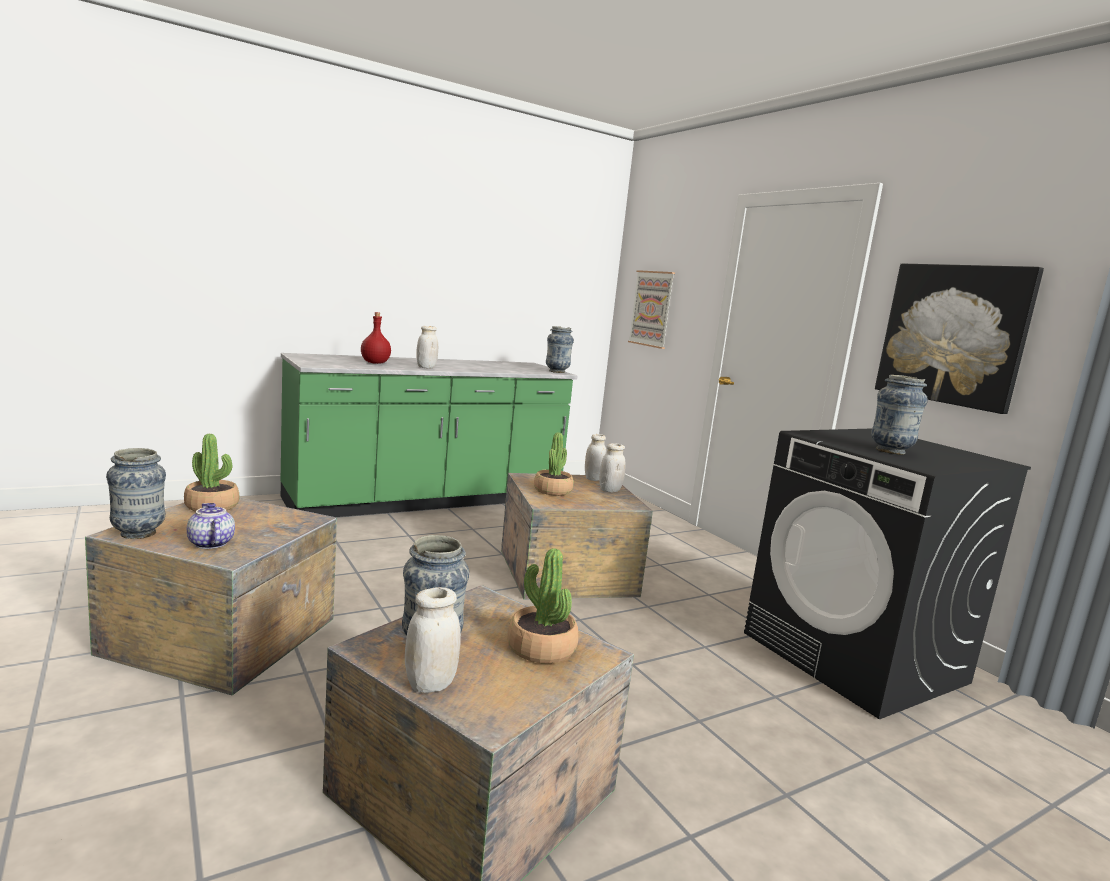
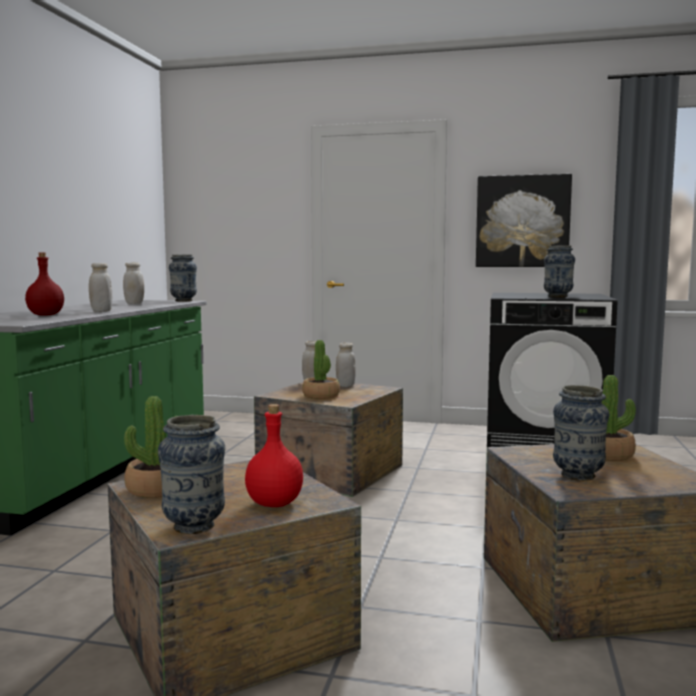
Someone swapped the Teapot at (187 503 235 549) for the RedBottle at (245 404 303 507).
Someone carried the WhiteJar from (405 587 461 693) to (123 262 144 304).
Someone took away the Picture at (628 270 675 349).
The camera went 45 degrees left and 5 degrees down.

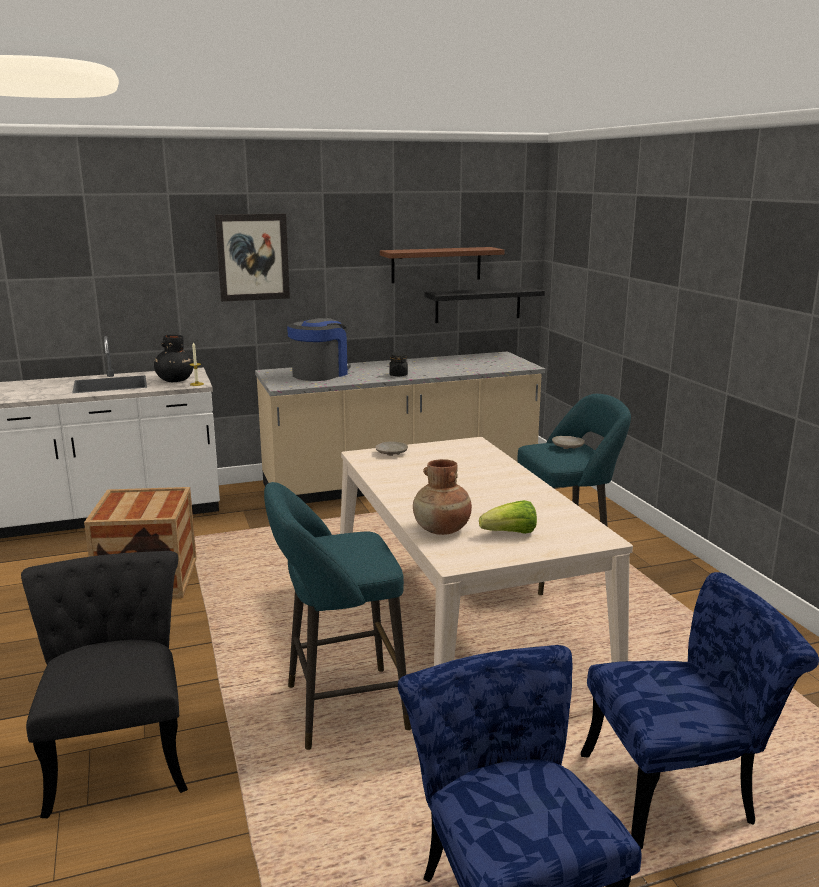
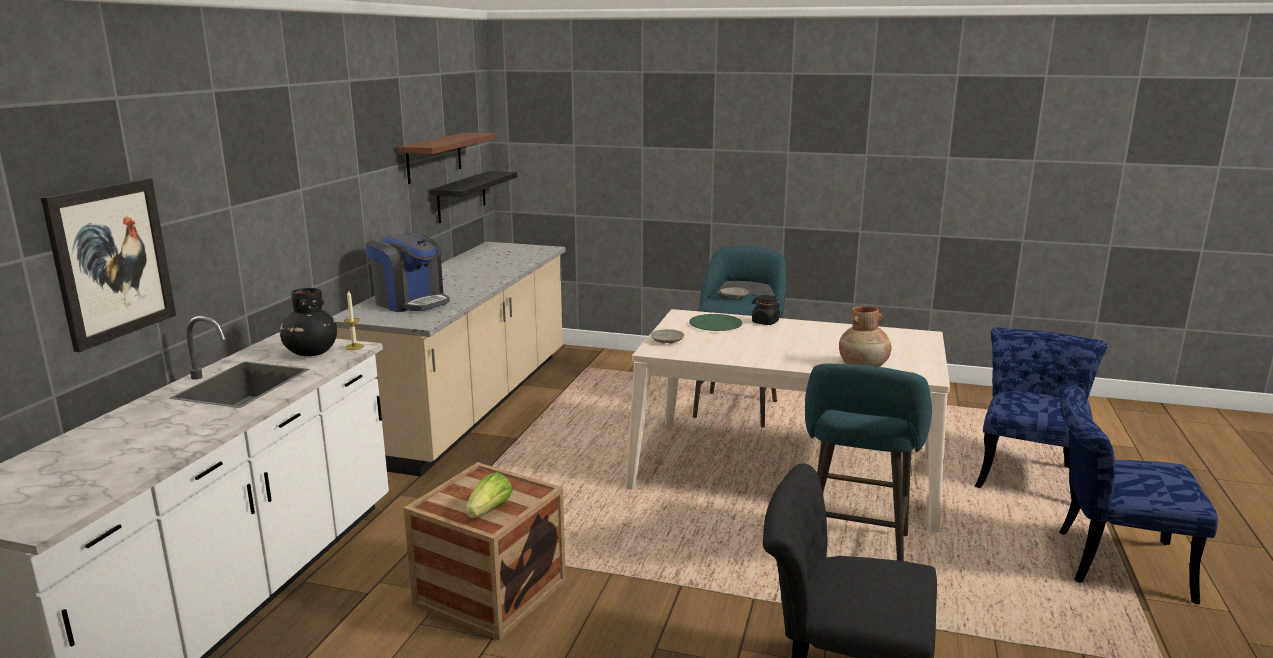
Someone carried the Picture from (215 213 290 302) to (41 178 176 352).
Someone rotated the CoffeeMachine at (287 318 351 381) by 150 degrees clockwise.
Someone carried the BlackJar from (389 352 408 376) to (752 295 780 325).
Someone carried the Lettuce from (479 500 537 534) to (466 472 512 518).
Someone put down the GreenPlate at (689 314 742 331).
The camera went 55 degrees left and 0 degrees up.

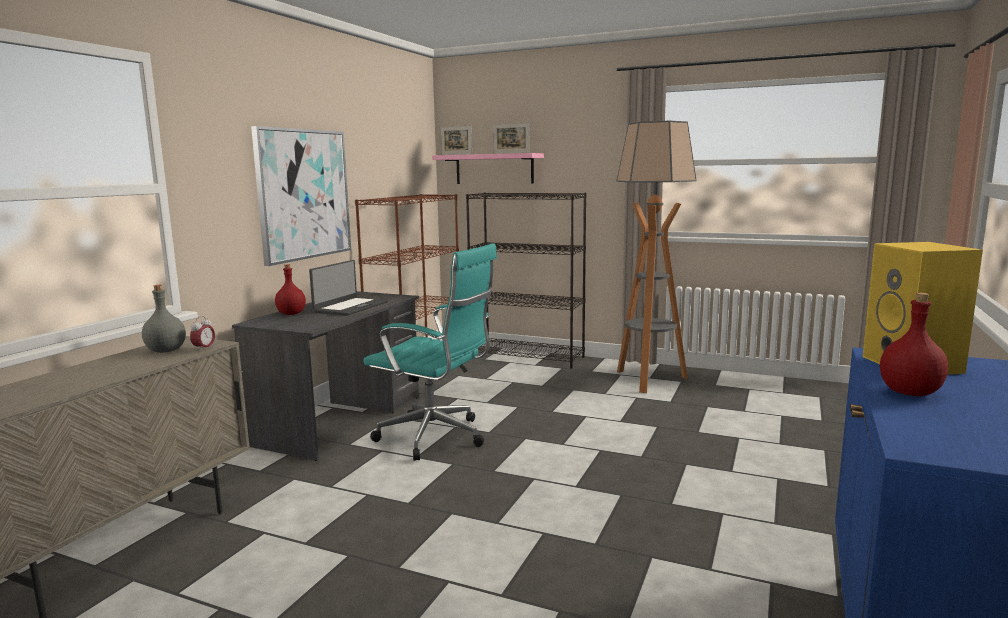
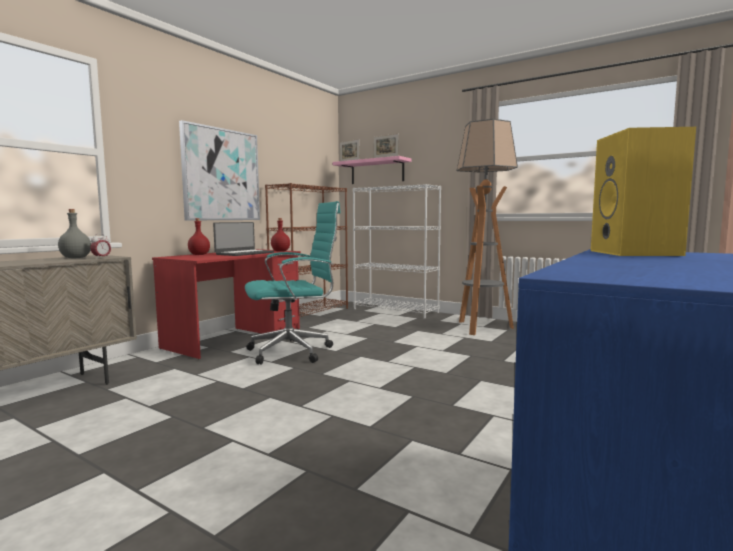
Someone repainted the GreyDesk at (232 291 419 461), which became the RedDesk at (152 249 301 359).
Someone rotated the TurquoiseOfficeChair at (363 243 497 461) by 60 degrees counterclockwise.
Someone repainted the BlackBookcase at (466 192 587 368), which became the WhiteBookcase at (353 184 441 319).
Someone carried the RedBottle from (880 293 948 396) to (271 218 290 252).
The camera went 10 degrees right and 5 degrees down.

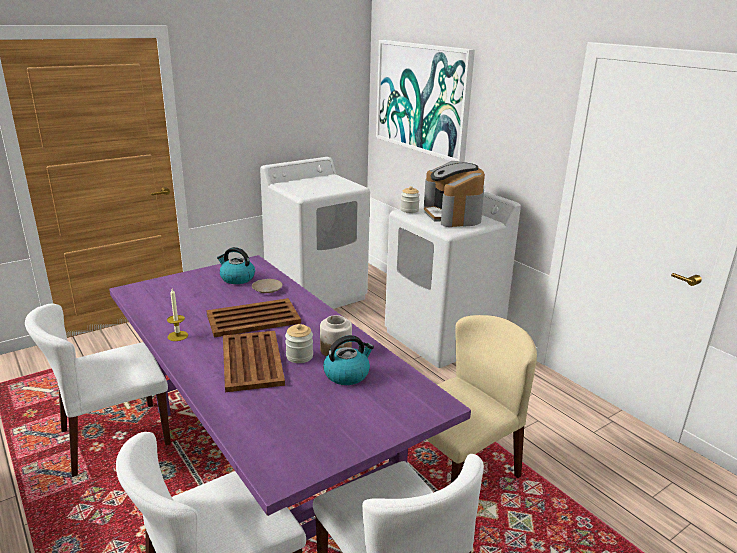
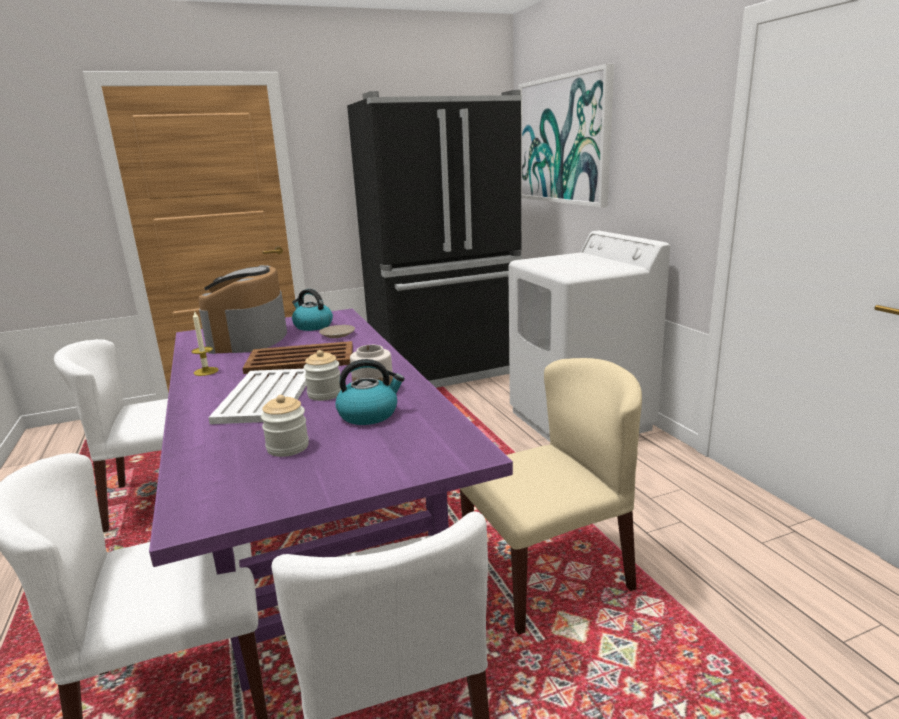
Someone repainted the BrownTray at (223 331 285 392), which became the WhiteTray at (208 369 306 424).
Someone swapped the WhiteWashingMachine at (260 157 370 309) for the BlackFridge at (347 90 522 388).
Someone carried the Jar from (401 186 420 213) to (261 395 309 457).
Someone carried the CoffeeMachine from (424 161 485 227) to (198 265 287 354).
The camera went 15 degrees right and 5 degrees down.

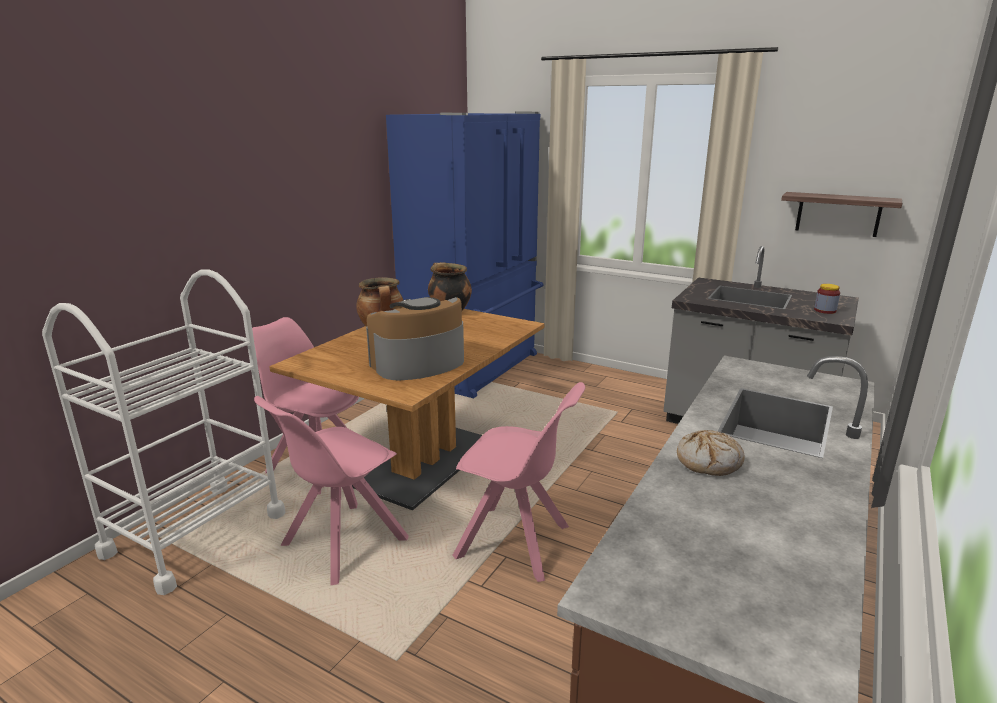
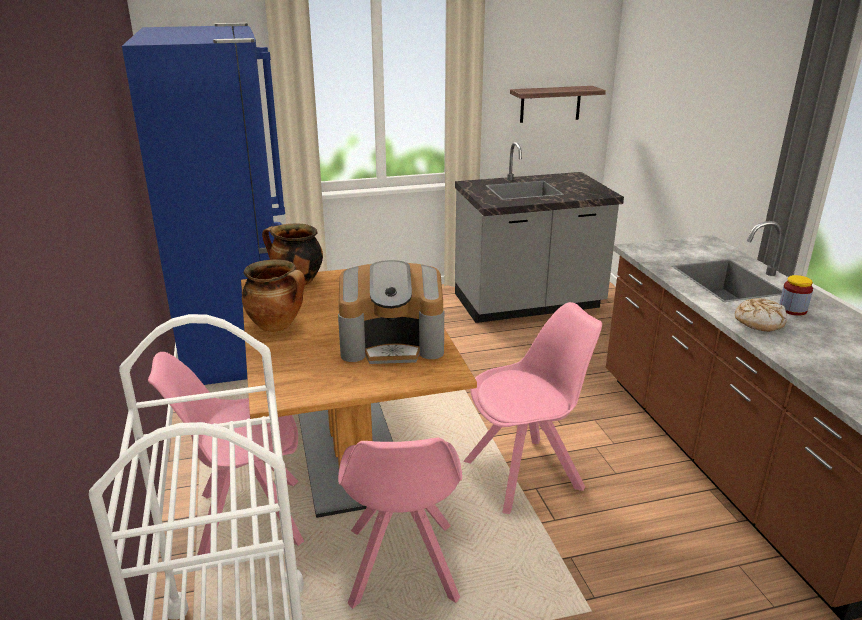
Someone rotated the CoffeeMachine at (366 297 464 381) by 105 degrees counterclockwise.
Someone carried the Jar from (814 284 840 314) to (779 275 813 315).
The camera went 45 degrees left and 5 degrees up.

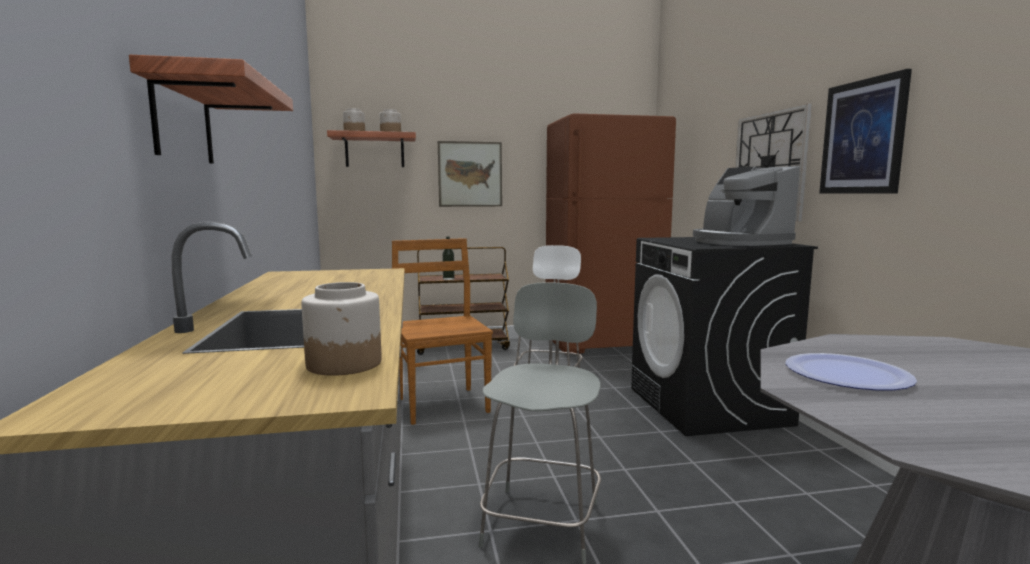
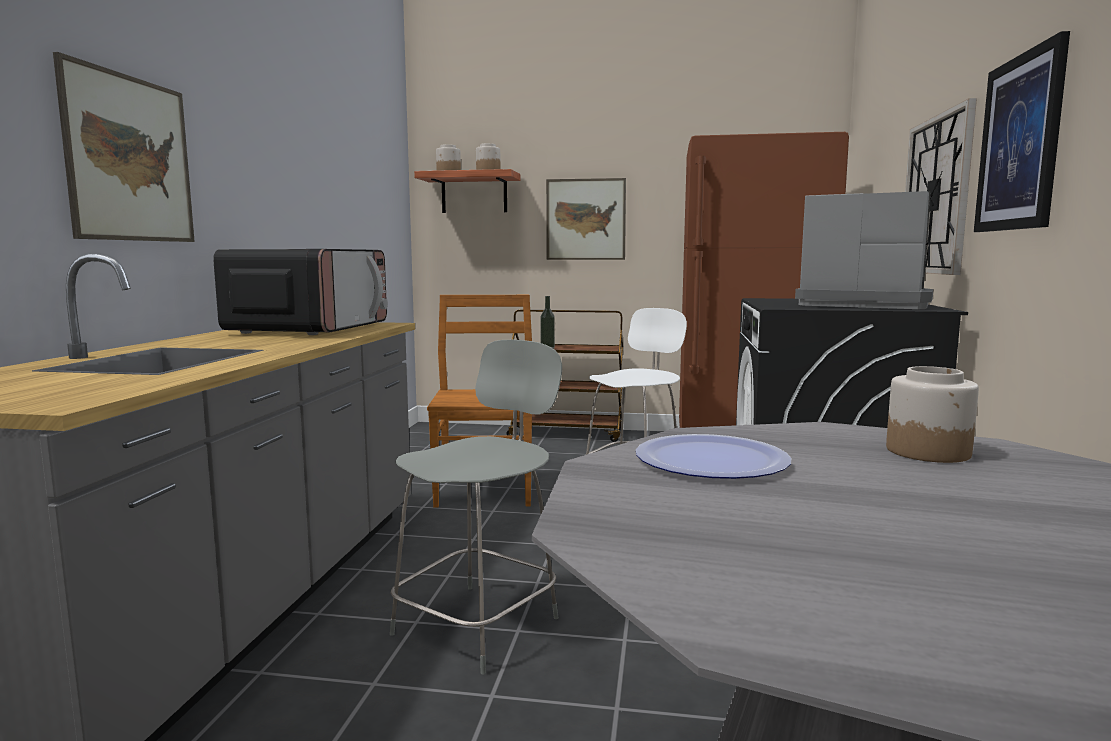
Someone swapped the Shelf at (129 55 293 163) for the Picture at (53 52 195 242).
Someone carried the Jar from (301 282 382 376) to (886 366 979 463).
Someone rotated the CoffeeMachine at (693 166 800 246) by 120 degrees clockwise.
Someone put down the Microwave at (213 249 388 335).
The camera went 20 degrees right and 0 degrees up.

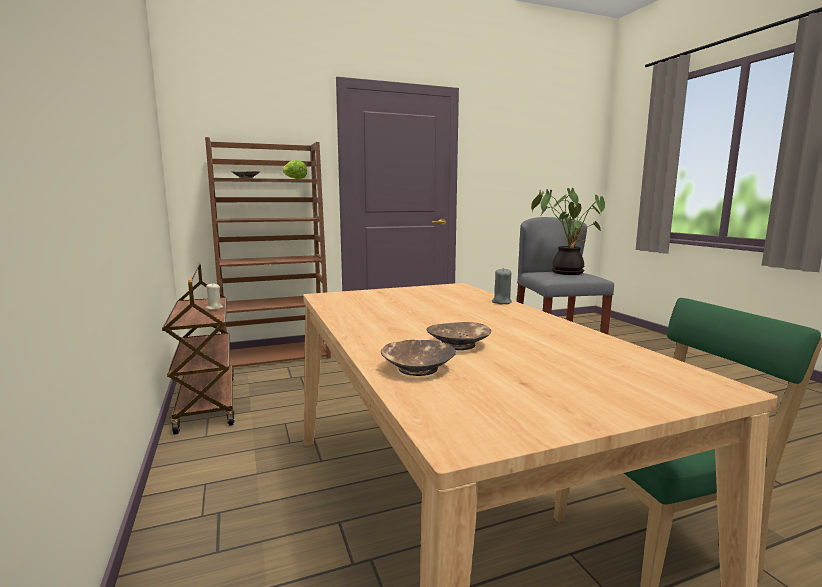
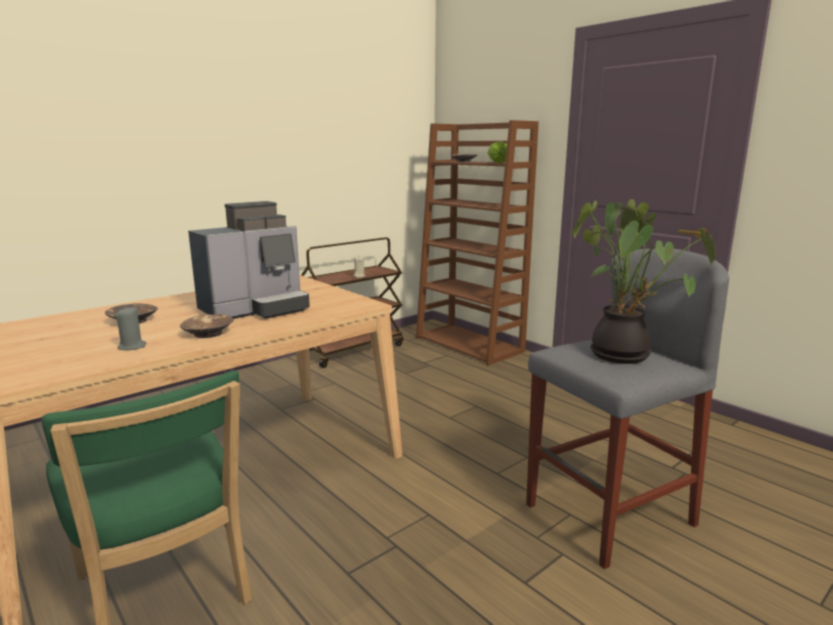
Someone carried the BrownBowl from (381 340 456 376) to (180 314 234 338).
Someone carried the GreyCandle from (492 268 512 304) to (115 307 147 350).
Someone put down the CoffeeMachine at (188 201 310 319).
The camera went 70 degrees right and 5 degrees up.

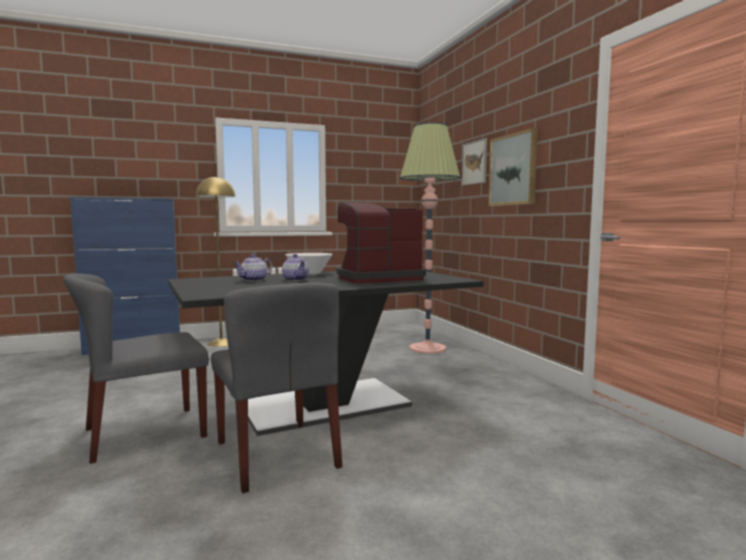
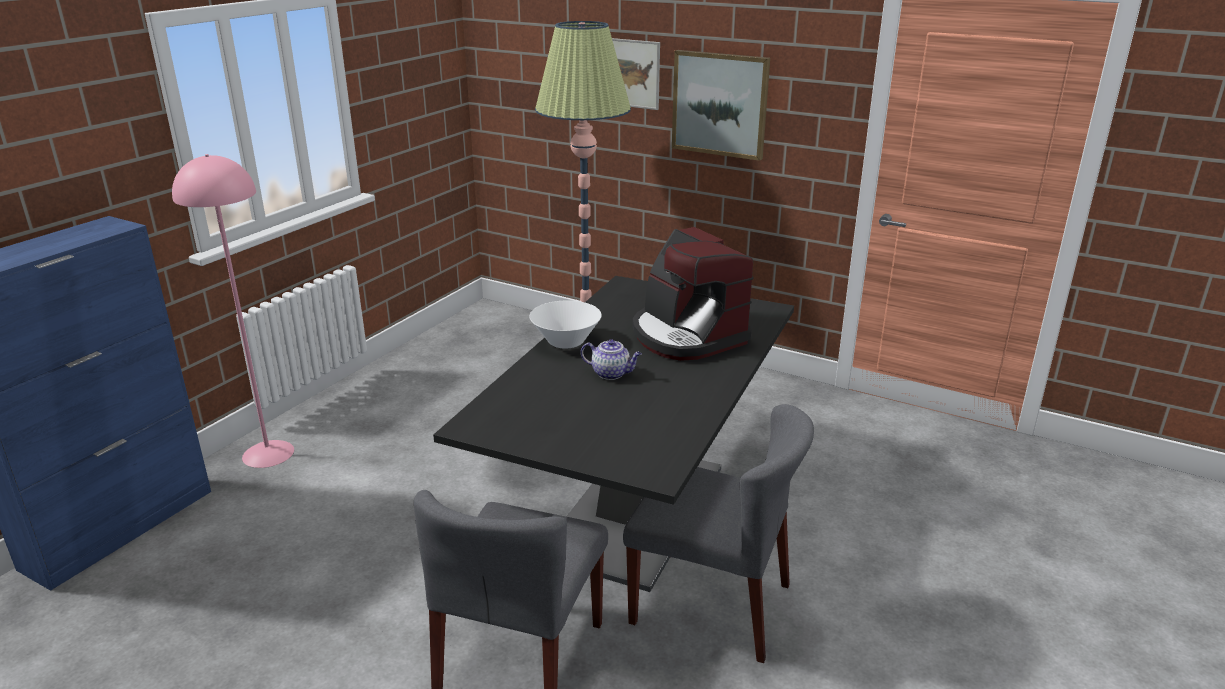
Someone repainted the YellowFloorLamp at (196 176 235 347), which became the PinkFloorLamp at (172 154 294 468).
Someone took away the Teapot at (233 254 273 281).
Someone rotated the CoffeeMachine at (336 202 426 284) by 60 degrees counterclockwise.
The camera went 40 degrees left and 20 degrees up.

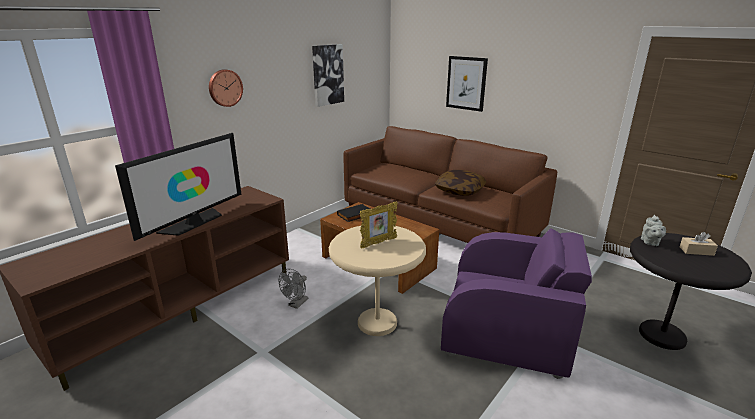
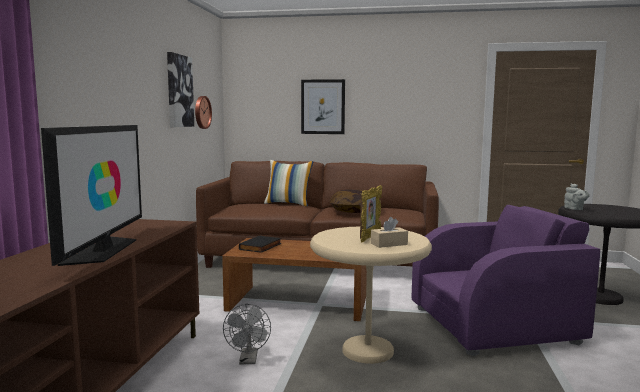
Someone carried the WallClock from (209 69 243 107) to (195 96 212 129).
Someone carried the BeigeTissueBox from (680 232 718 256) to (371 217 408 248).
Someone put down the Pillow at (264 160 314 207).
The camera went 30 degrees left and 15 degrees down.

